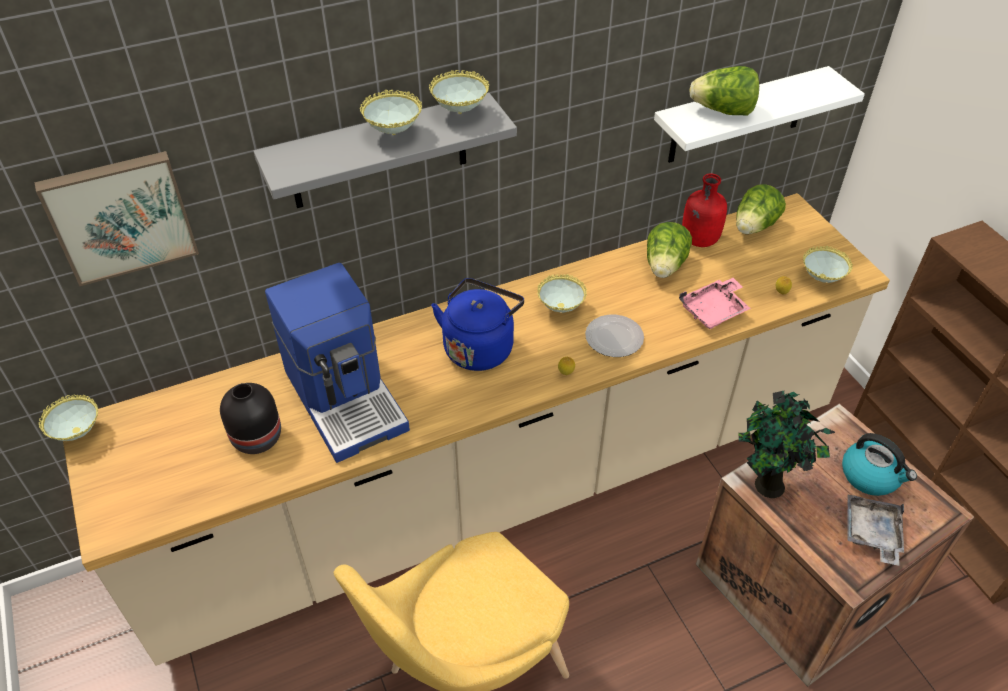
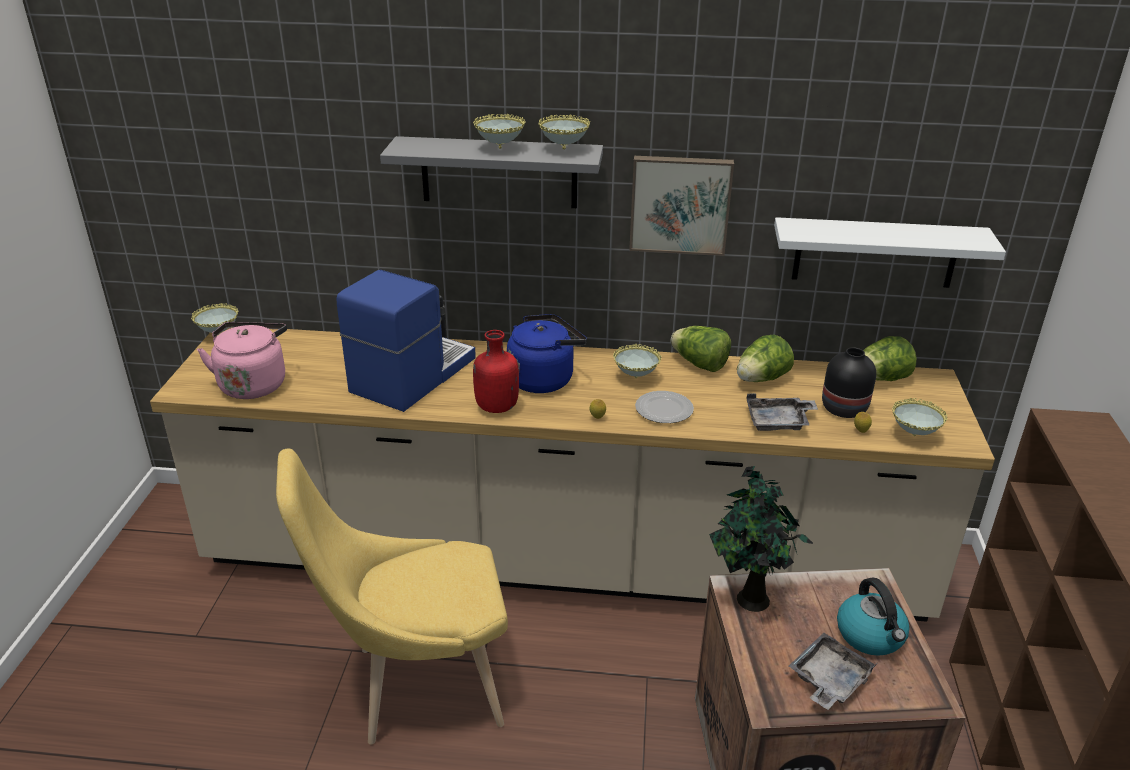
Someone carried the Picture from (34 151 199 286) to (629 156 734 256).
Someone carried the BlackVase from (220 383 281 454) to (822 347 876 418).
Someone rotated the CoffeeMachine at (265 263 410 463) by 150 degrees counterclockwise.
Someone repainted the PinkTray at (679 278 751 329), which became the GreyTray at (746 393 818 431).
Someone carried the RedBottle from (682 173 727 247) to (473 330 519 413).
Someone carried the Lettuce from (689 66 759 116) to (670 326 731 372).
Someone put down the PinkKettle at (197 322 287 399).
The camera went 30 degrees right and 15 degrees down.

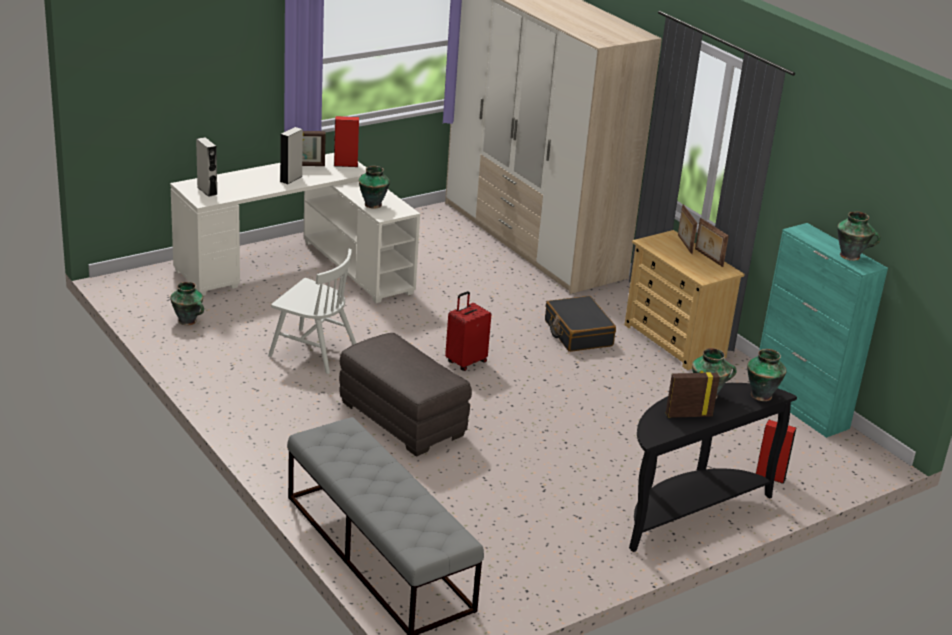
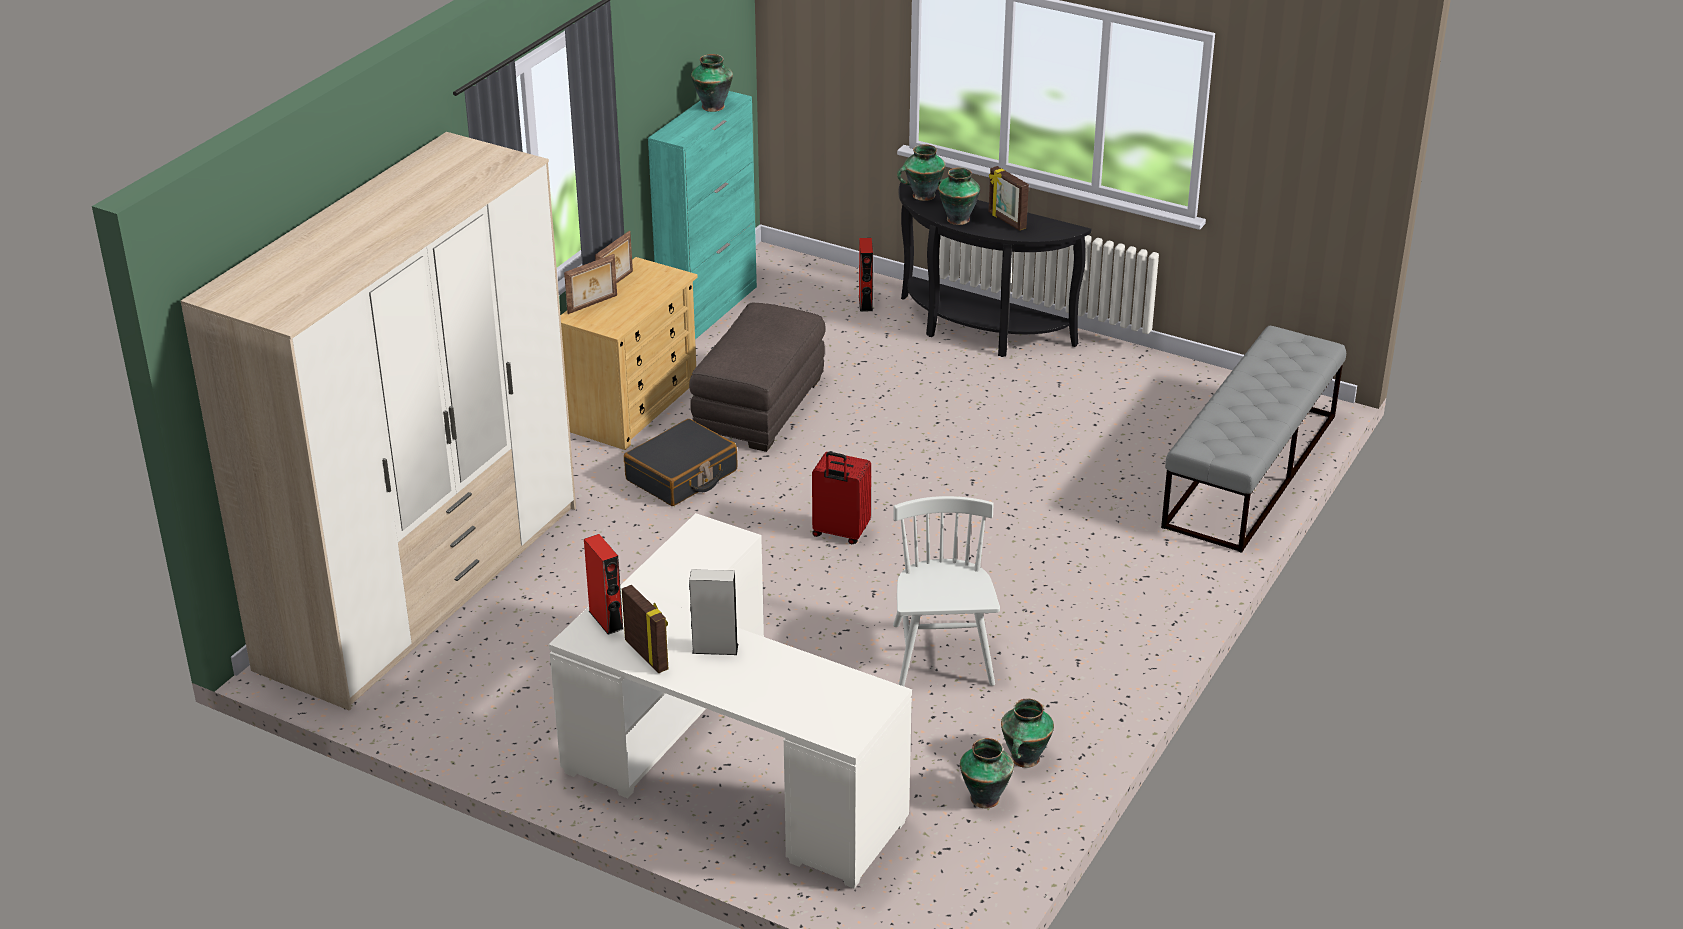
Someone took away the GreySpeaker at (196 137 218 197).
Someone carried the GreyOttoman from (339 333 472 457) to (689 303 826 452).
Someone carried the Vase from (358 166 390 209) to (1001 699 1054 768).
The camera went 115 degrees left and 5 degrees up.

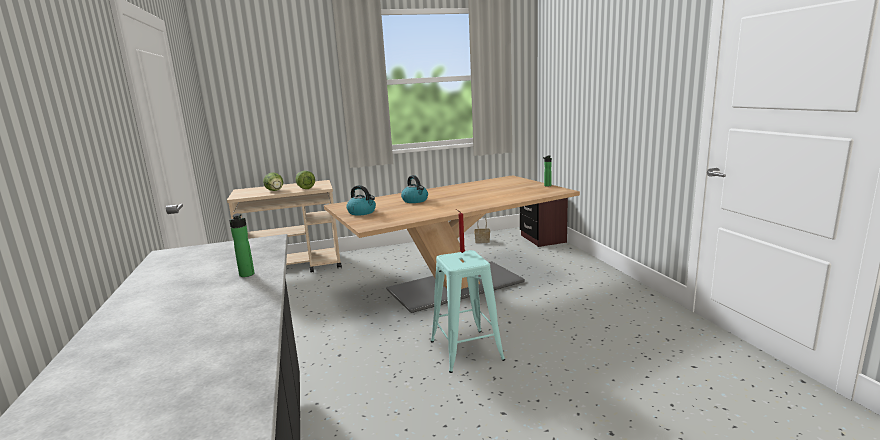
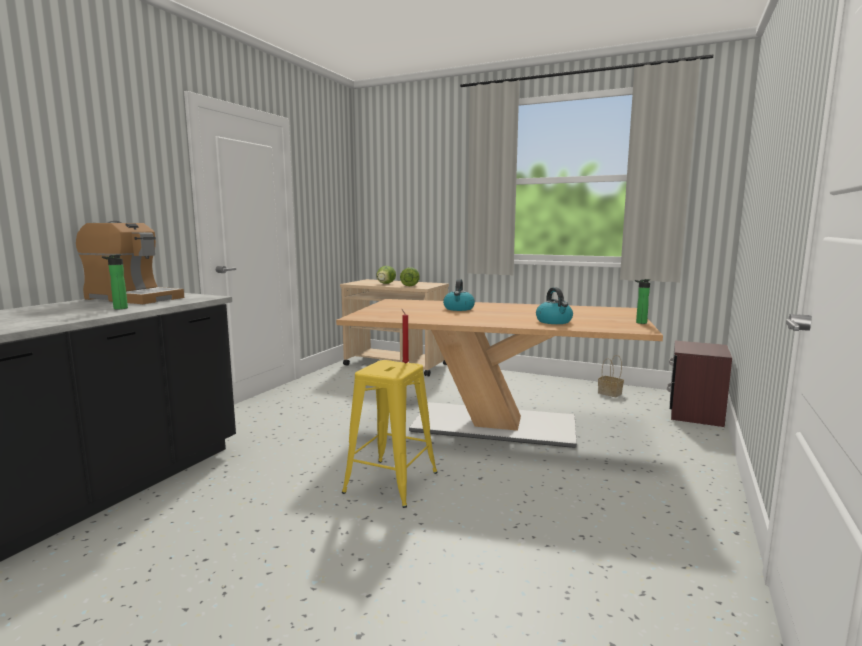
Someone carried the Kettle from (346 185 376 216) to (536 287 573 324).
Someone repainted the TurquoiseStool at (431 250 505 373), which became the YellowStool at (342 360 438 508).
Someone put down the CoffeeMachine at (76 221 184 304).
The camera went 40 degrees right and 5 degrees down.

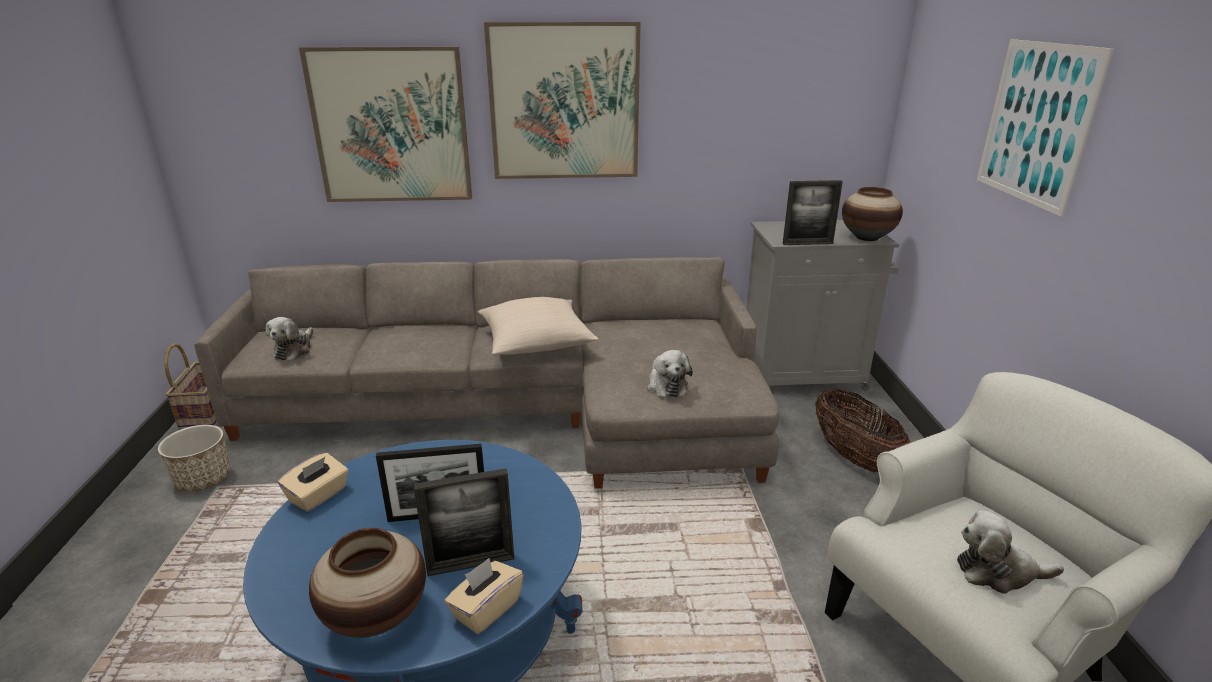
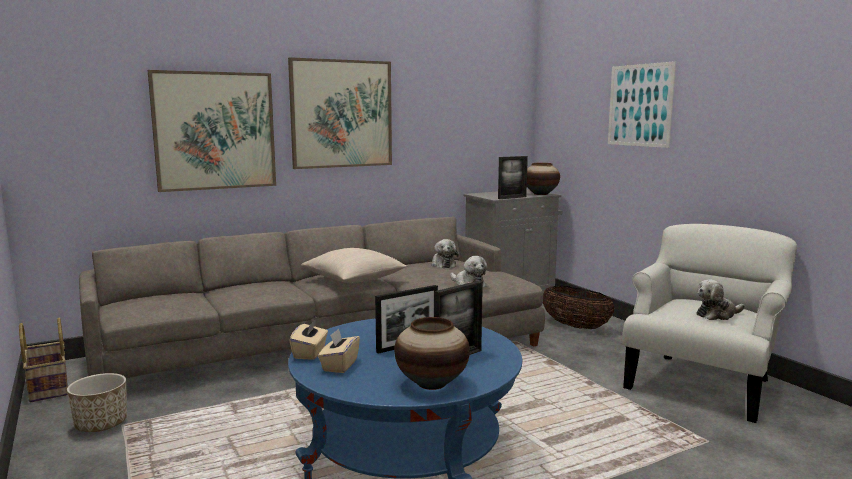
Someone carried the PlushToy from (266 317 313 361) to (431 239 459 268).
Someone carried the BeigeTissueBox from (445 558 523 634) to (318 328 360 373).
The camera went 25 degrees left and 15 degrees down.

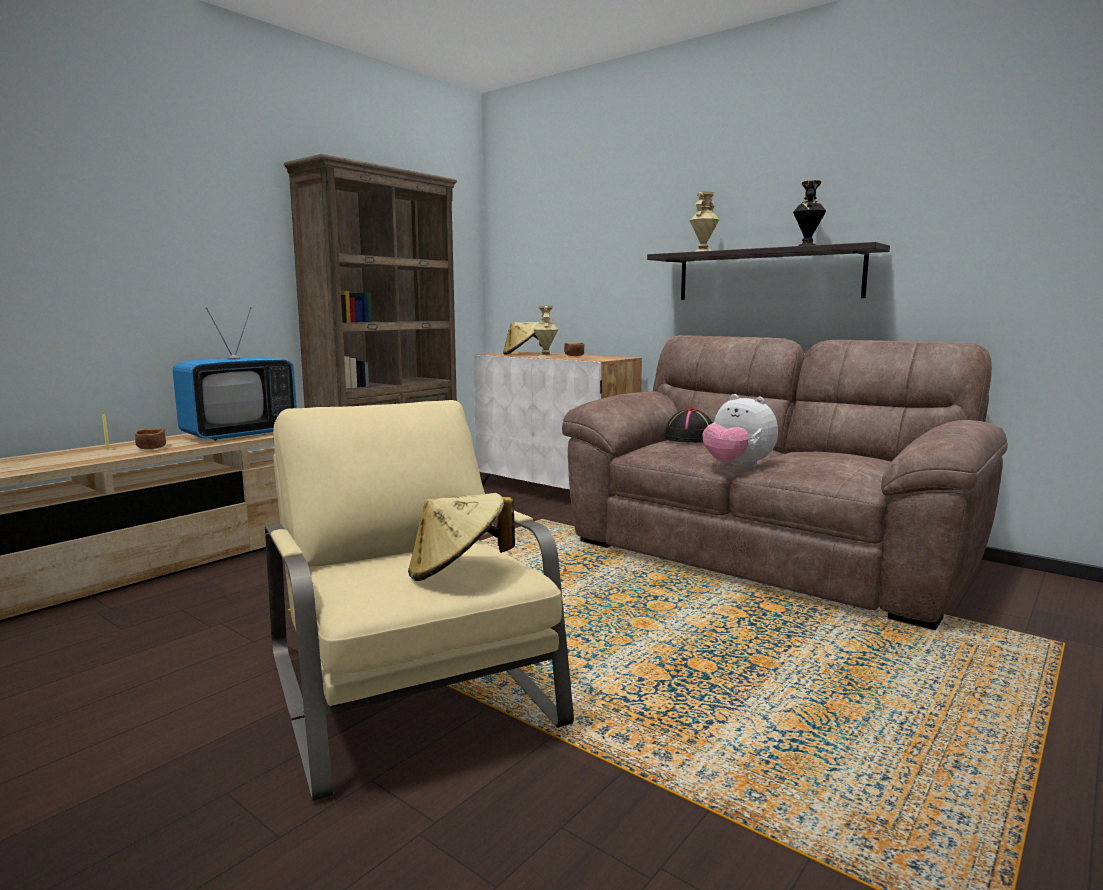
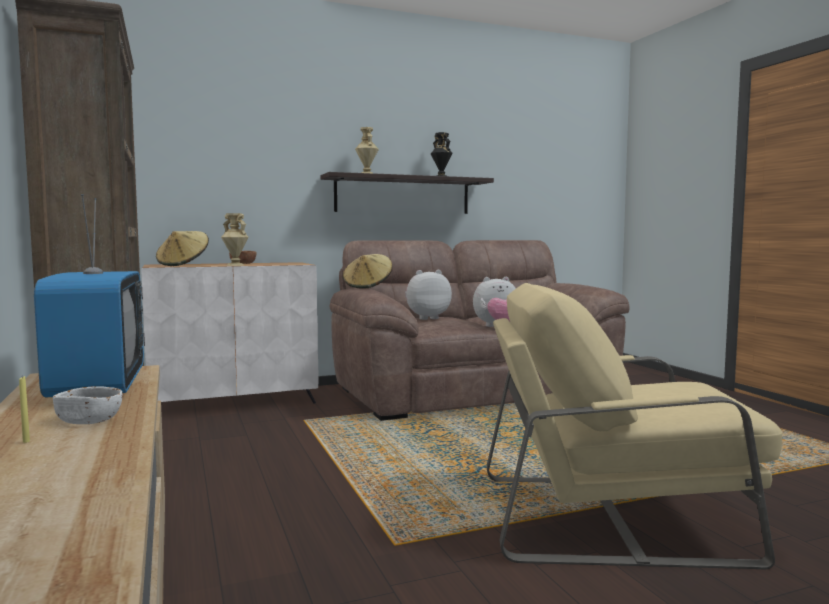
Someone repainted the BrownBowl at (135 428 166 449), which became the WhiteBowl at (53 386 123 424).
Someone carried the BeigeHat from (408 493 515 581) to (343 254 392 289).
Someone swapped the BlackHat at (664 409 713 443) for the PlushToy at (405 270 452 320).
The camera went 60 degrees left and 5 degrees down.

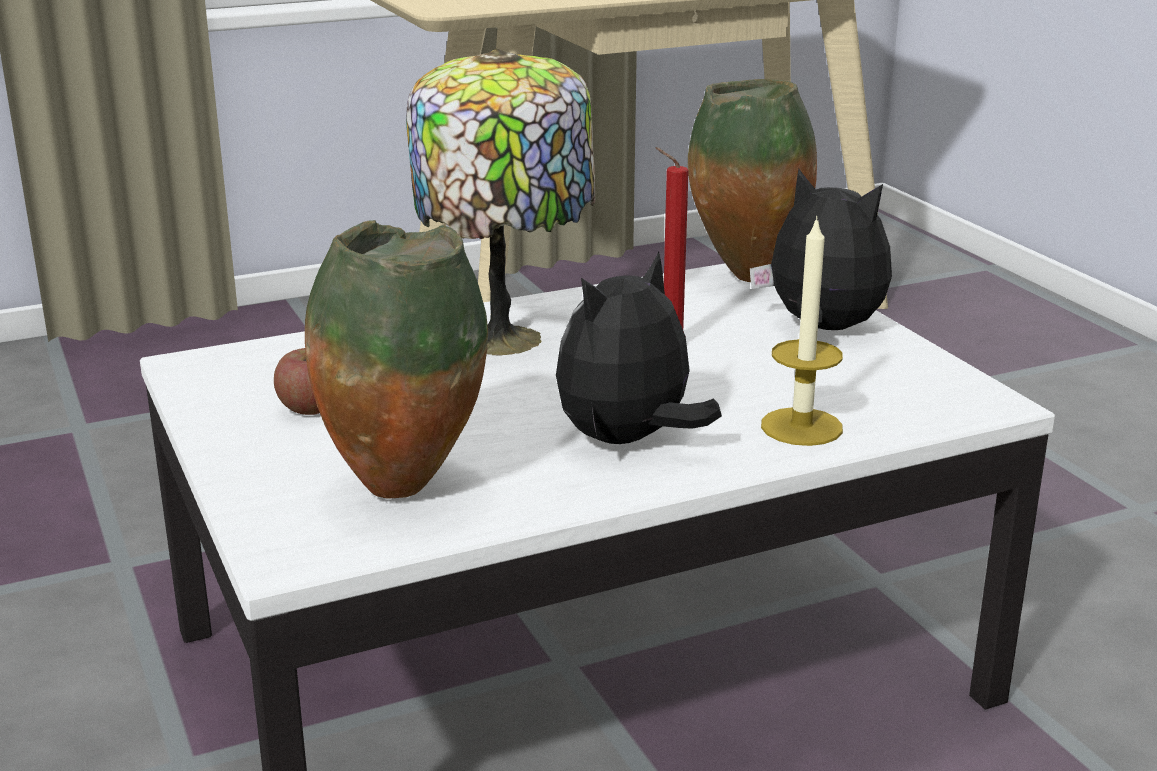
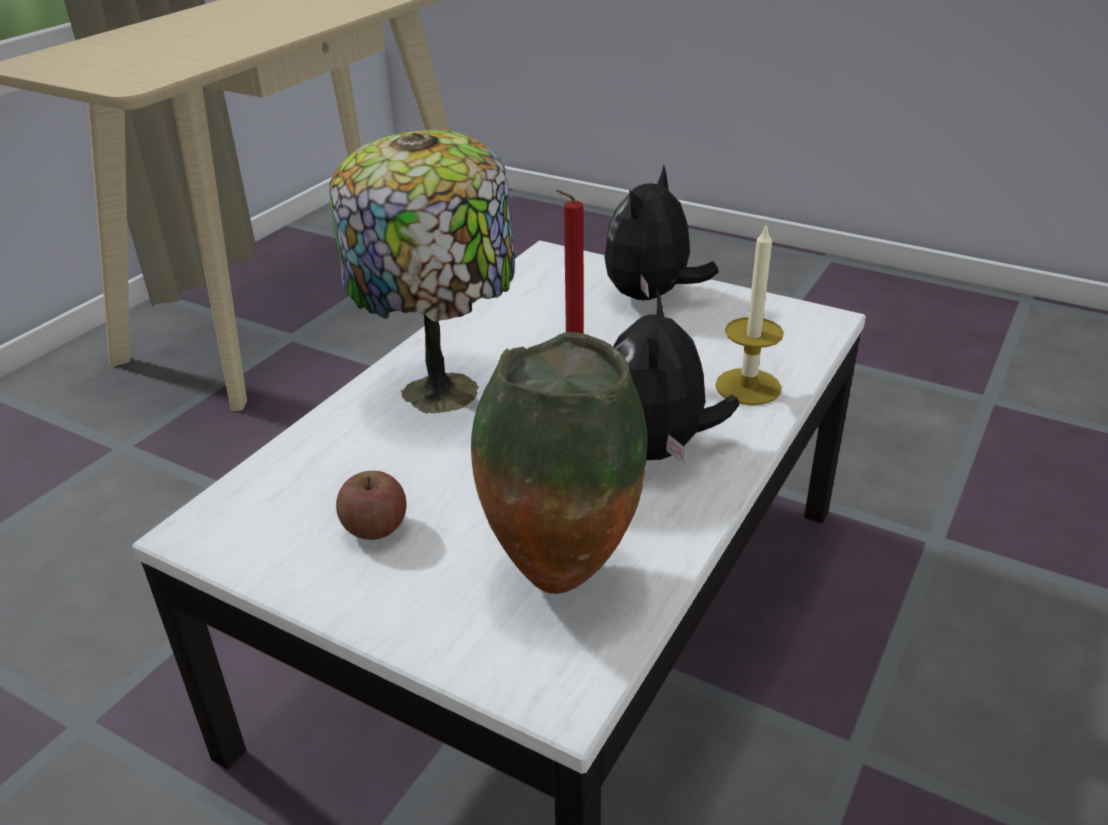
Someone took away the Vase at (688 79 817 282).
Someone rotated the PlushToy at (750 169 892 330) by 60 degrees counterclockwise.
The camera went 35 degrees left and 10 degrees up.

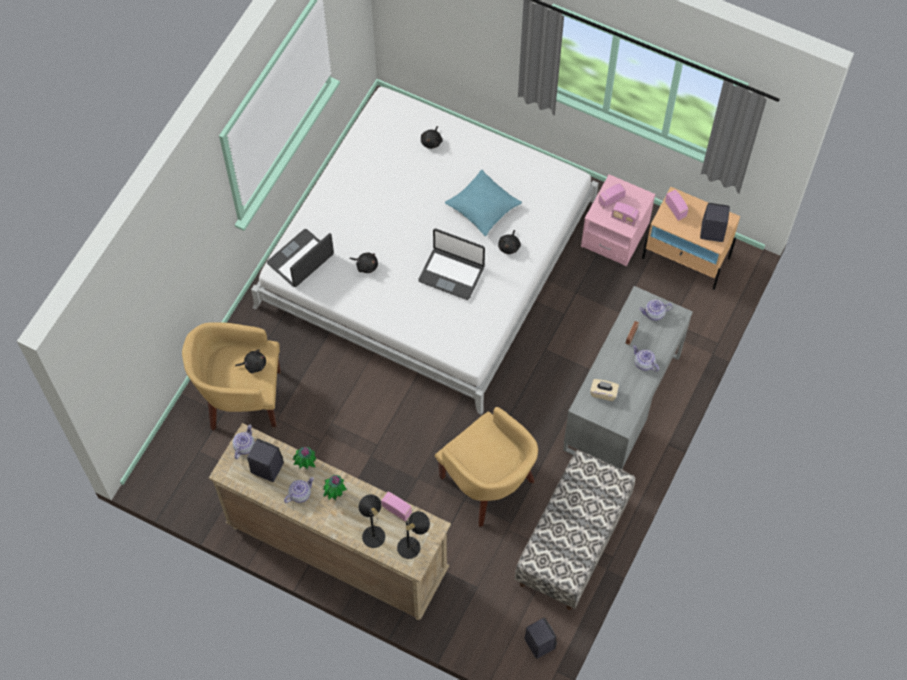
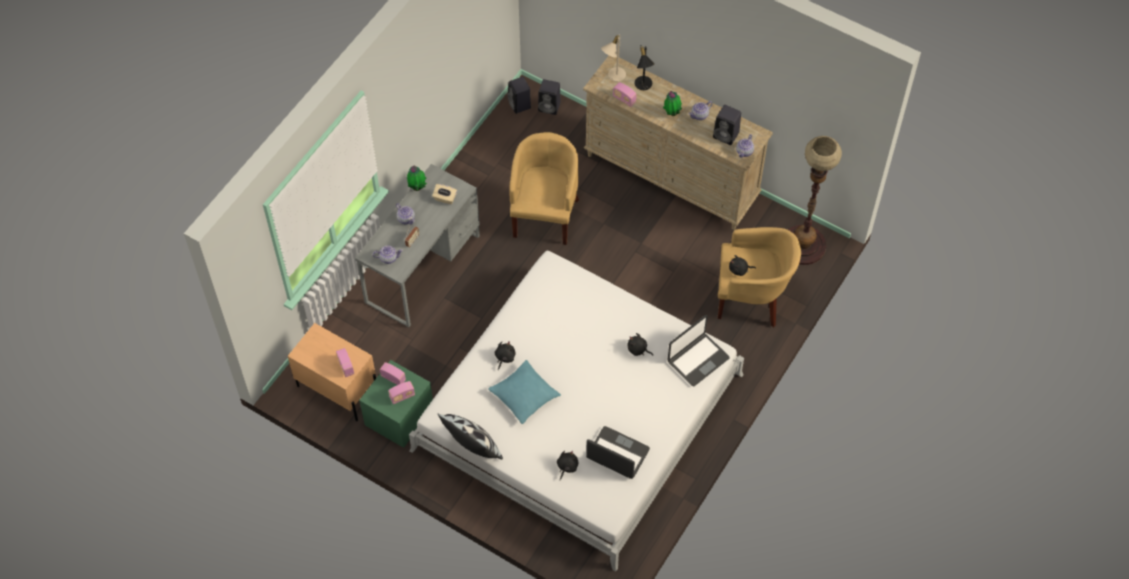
Someone carried the PottedPlant from (292 447 317 470) to (407 165 427 191).
Someone repainted the BlackTableLamp at (397 511 430 559), which became the BeigeTableLamp at (601 34 626 82).
Someone carried the Laptop from (418 229 485 300) to (586 426 650 479).
Someone rotated the YellowArmchair at (435 407 538 527) by 45 degrees clockwise.
Someone took away the Bench at (515 450 635 610).
Someone repainted the PinkNightstand at (581 174 655 266), which became the GreenNightstand at (359 360 433 448).
Someone carried the BlackSpeaker from (700 203 730 242) to (538 79 561 115).
Someone put down the Pillow at (438 414 503 459).
Someone put down the FloorLamp at (788 136 842 265).
The camera went 175 degrees left and 5 degrees down.

